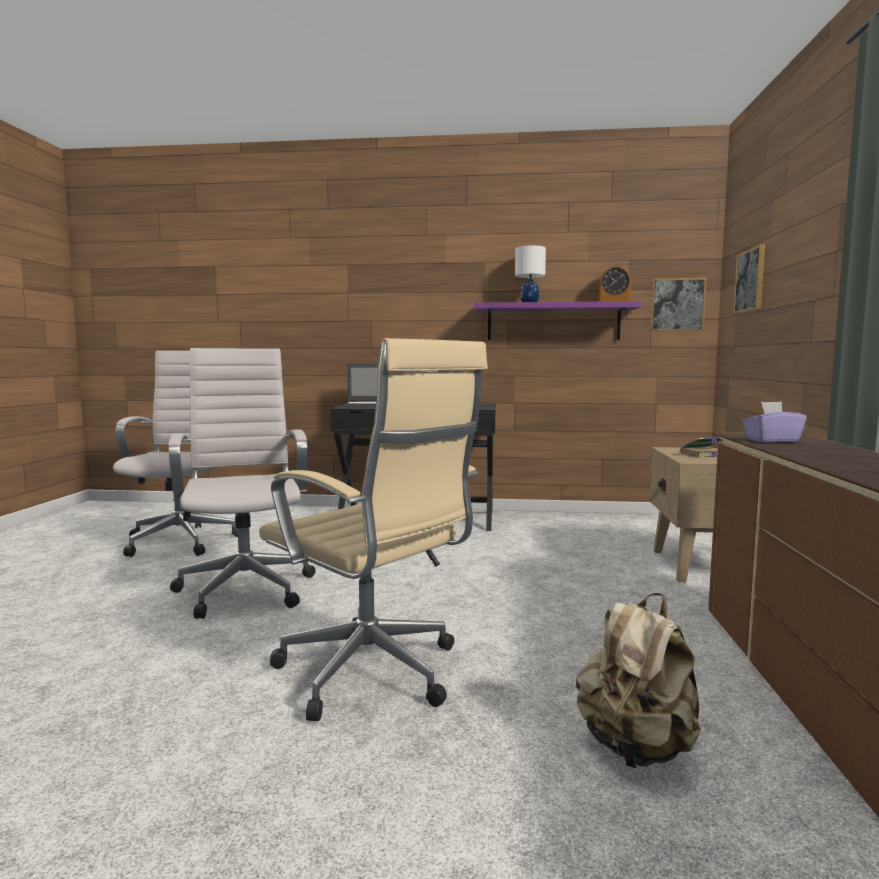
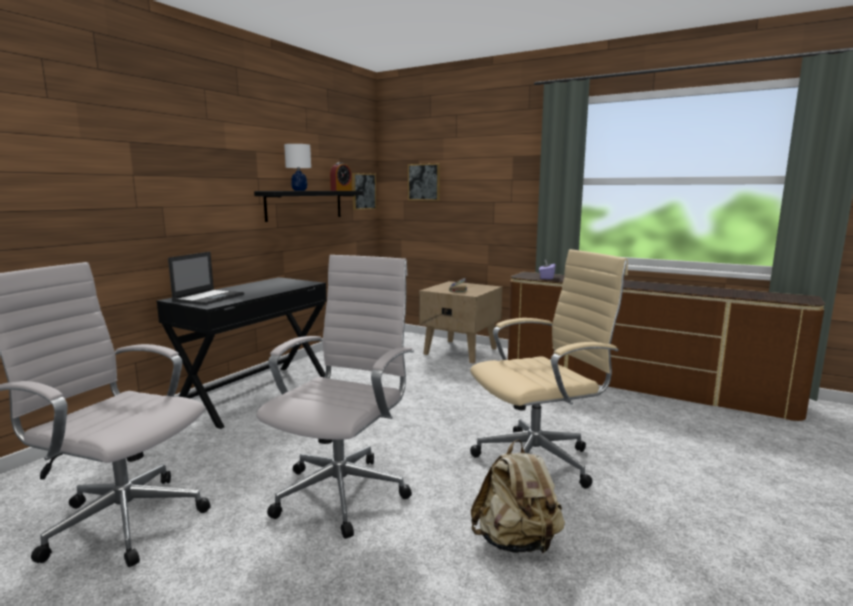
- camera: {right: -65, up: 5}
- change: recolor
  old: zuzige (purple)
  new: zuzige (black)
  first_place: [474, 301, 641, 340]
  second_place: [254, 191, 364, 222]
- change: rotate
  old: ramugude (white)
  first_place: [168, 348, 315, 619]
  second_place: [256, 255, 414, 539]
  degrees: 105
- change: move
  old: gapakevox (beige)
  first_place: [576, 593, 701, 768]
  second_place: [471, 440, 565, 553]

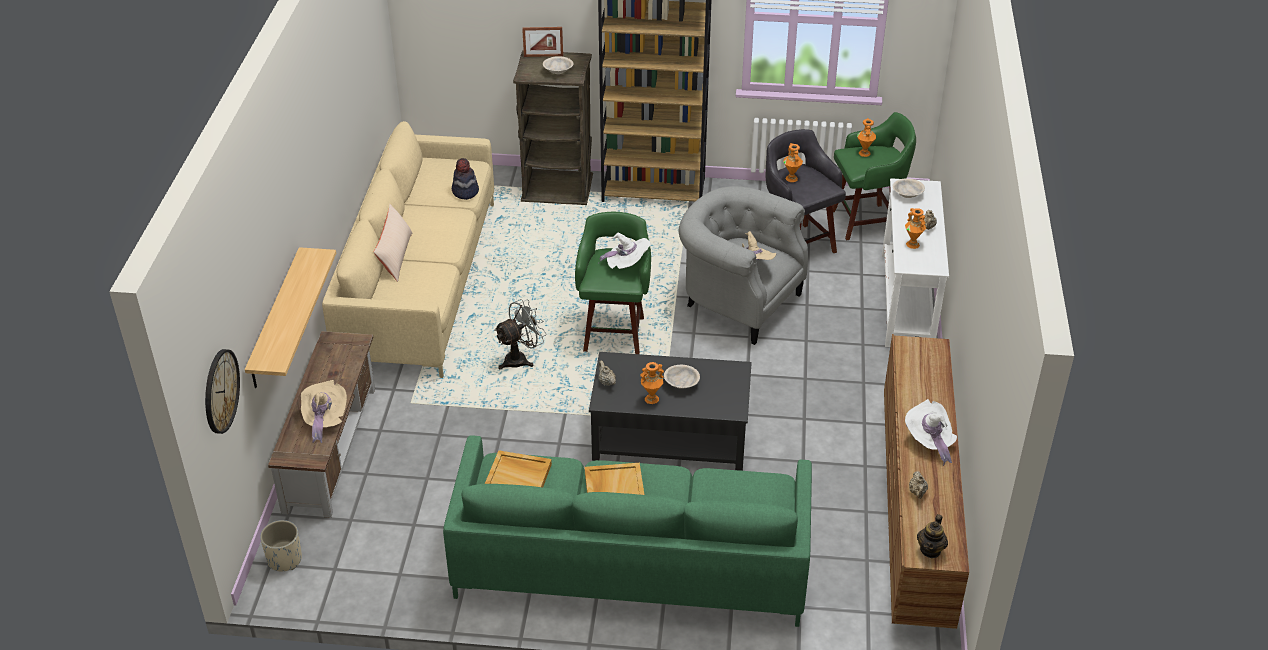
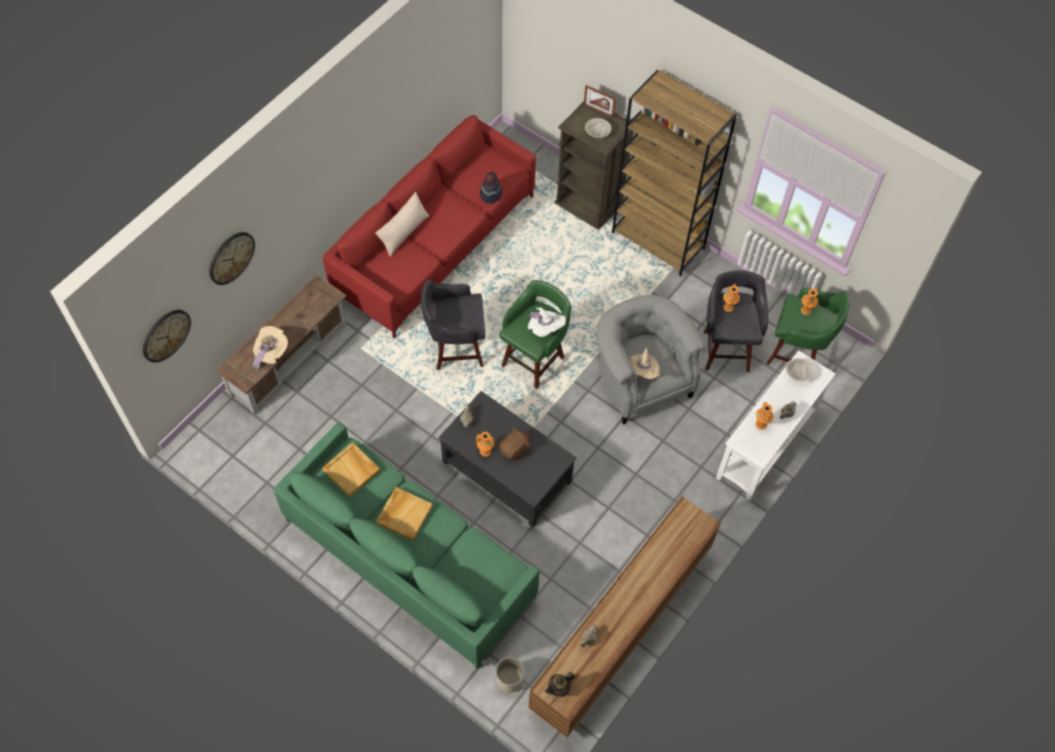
- camera: {right: 30, up: 20}
- change: insert
  new: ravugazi
  second_place: [209, 232, 255, 285]
- change: recolor
  old: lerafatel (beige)
  new: lerafatel (red)
  first_place: [322, 121, 494, 378]
  second_place: [323, 115, 536, 338]
- change: replace
  old: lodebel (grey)
  new: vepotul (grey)
  first_place: [494, 299, 546, 370]
  second_place: [421, 279, 485, 370]
- change: move
  old: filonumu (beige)
  first_place: [260, 520, 302, 571]
  second_place: [496, 657, 525, 693]
- change: replace
  old: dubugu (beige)
  new: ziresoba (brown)
  first_place: [664, 365, 700, 389]
  second_place: [499, 428, 530, 461]
- change: delete
  old: zuzige
  first_place: [245, 247, 336, 388]
- change: delete
  old: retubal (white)
  first_place: [905, 399, 957, 466]

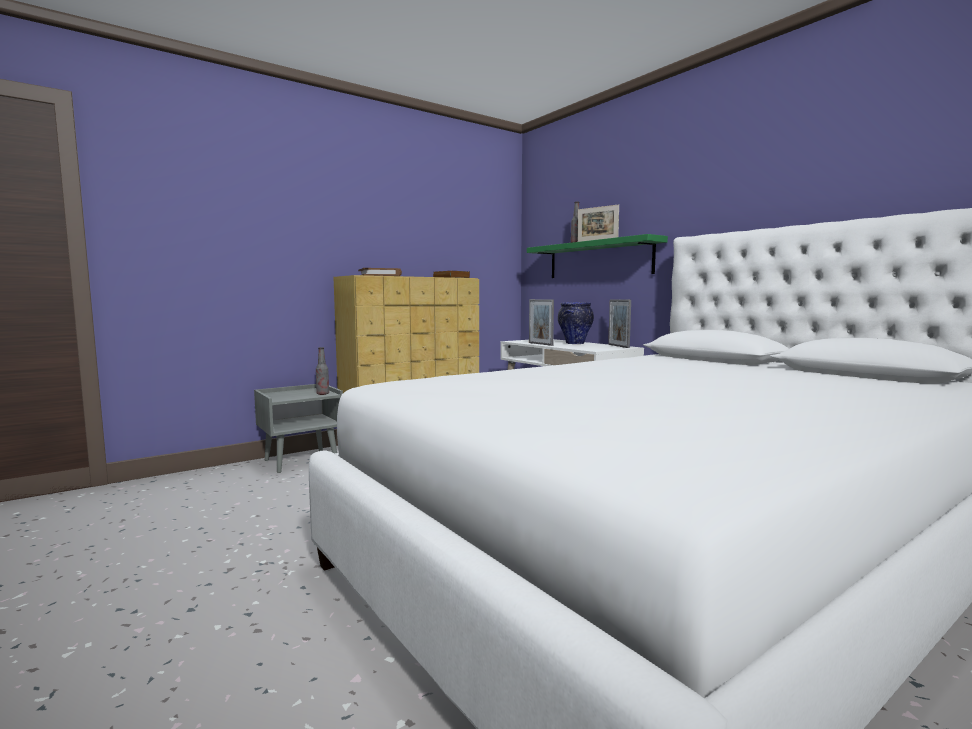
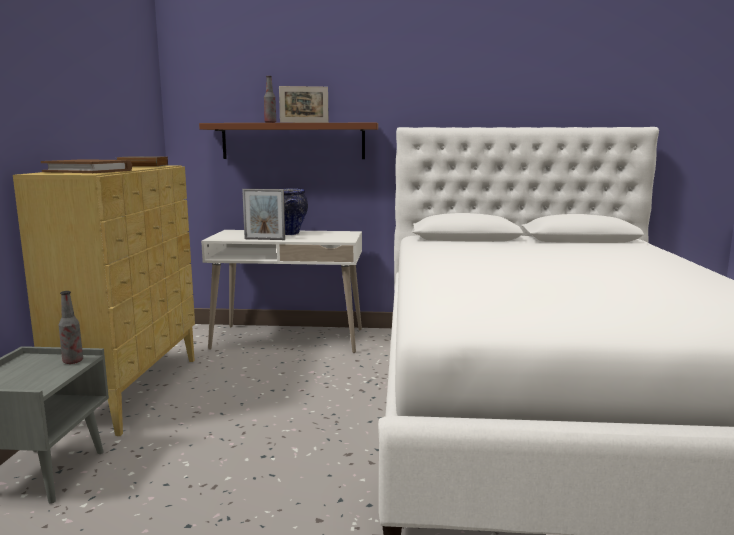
- camera: {right: -50, up: 5}
- change: recolor
  old: zuzige (green)
  new: zuzige (brown)
  first_place: [527, 234, 668, 278]
  second_place: [199, 123, 378, 159]
- change: delete
  old: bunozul
  first_place: [608, 299, 631, 348]

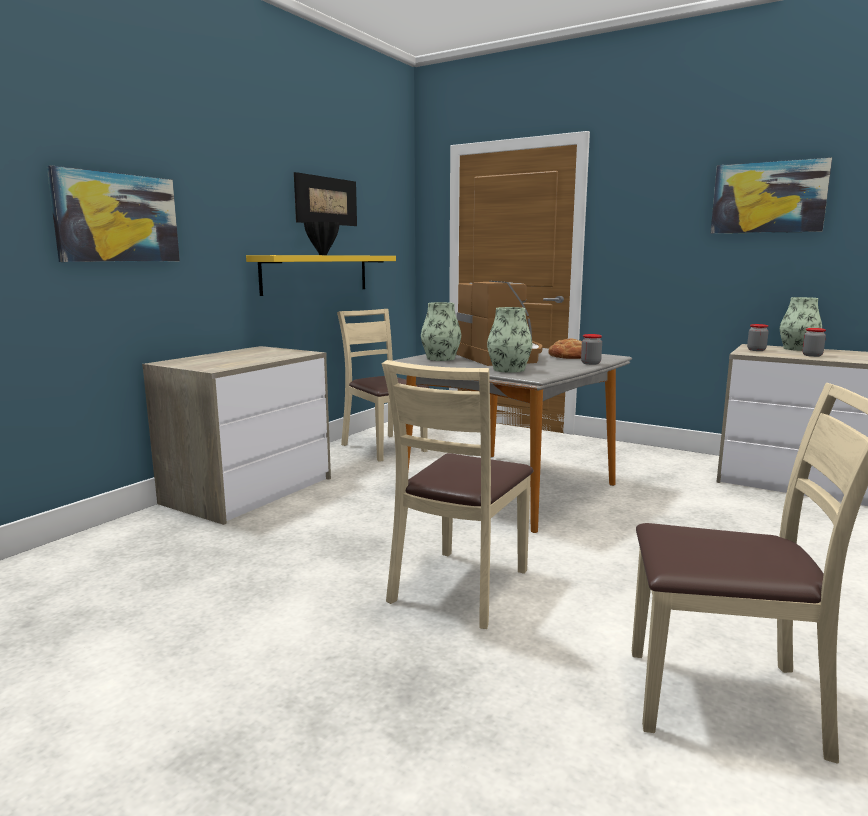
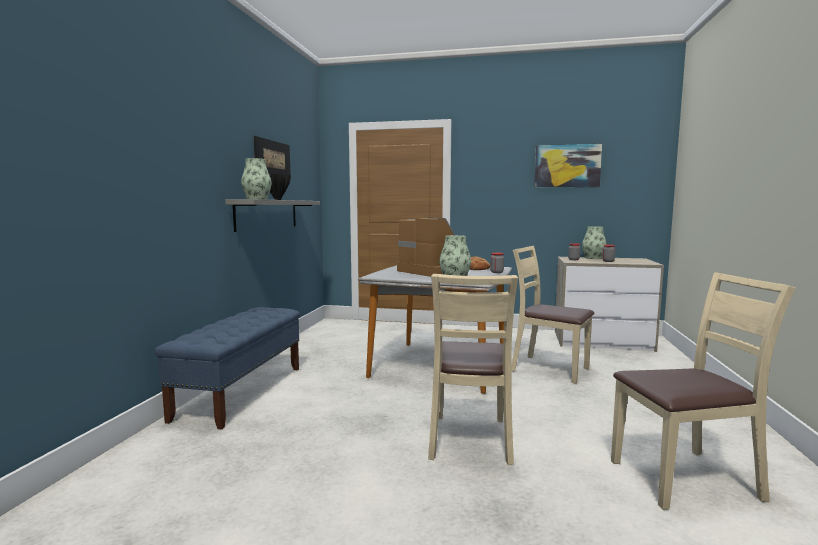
- camera: {right: -20, up: -5}
- change: replace
  old: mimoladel
  new: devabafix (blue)
  first_place: [142, 346, 331, 525]
  second_place: [155, 307, 300, 429]
- change: recolor
  old: zuzige (yellow)
  new: zuzige (grey)
  first_place: [246, 255, 396, 296]
  second_place: [225, 199, 320, 232]
- change: move
  old: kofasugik
  first_place: [421, 302, 461, 361]
  second_place: [241, 158, 271, 200]
- change: move
  old: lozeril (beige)
  first_place: [337, 309, 429, 462]
  second_place: [511, 246, 594, 384]
- change: delete
  old: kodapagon
  first_place: [47, 165, 180, 262]

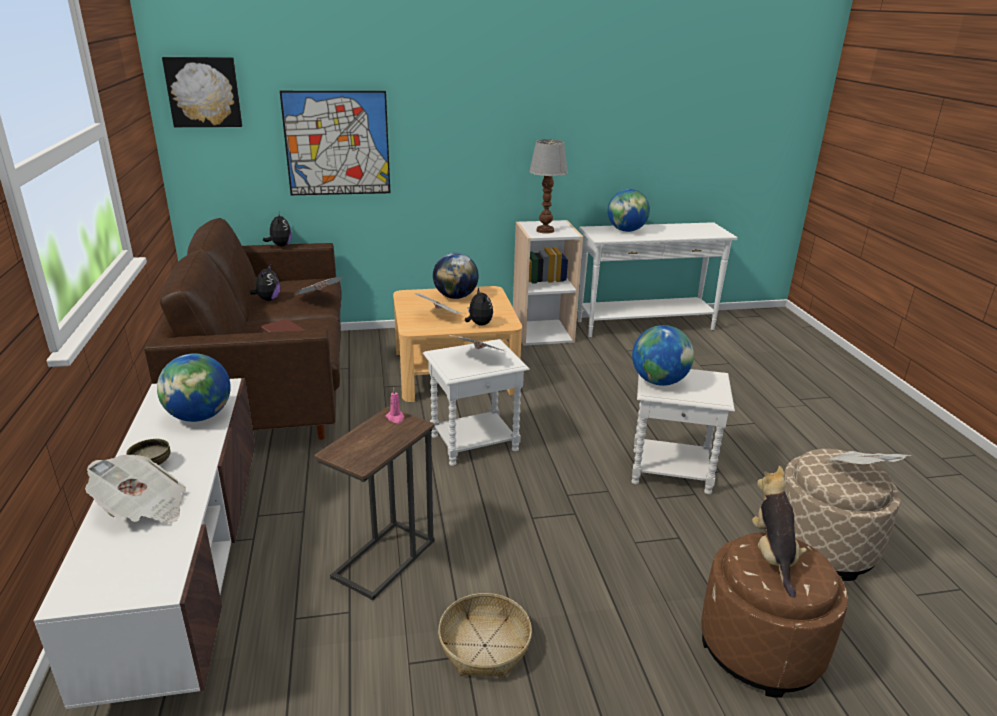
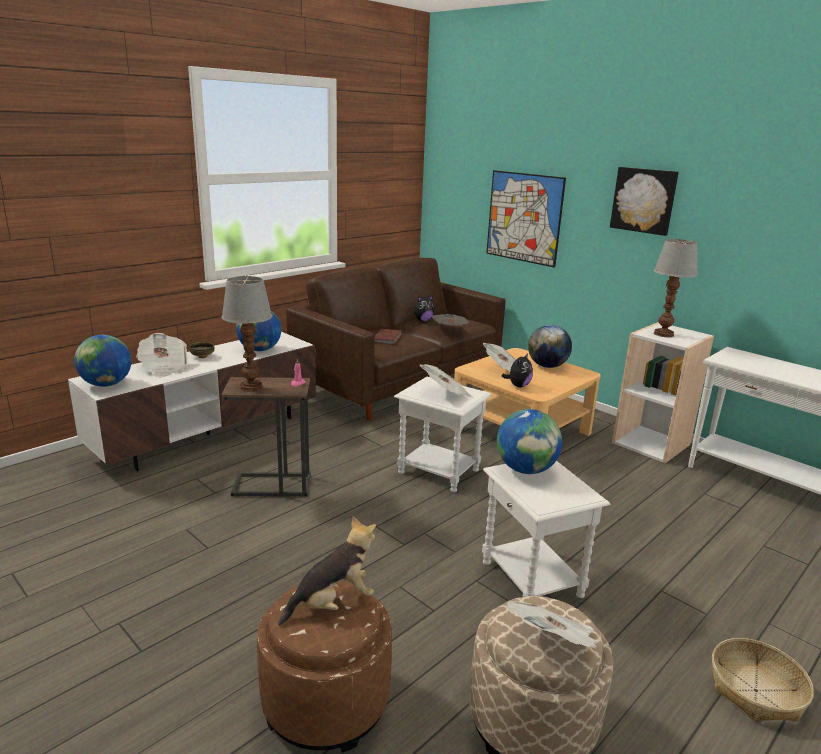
- camera: {right: 55, up: -5}
- change: move
  old: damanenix
  first_place: [608, 189, 650, 232]
  second_place: [74, 335, 131, 387]
- change: insert
  new: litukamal
  second_place: [221, 276, 272, 392]
- change: move
  old: kodapagon
  first_place: [162, 57, 242, 127]
  second_place: [610, 167, 679, 236]
- change: move
  old: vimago
  first_place: [438, 593, 532, 678]
  second_place: [712, 638, 814, 722]
- change: delete
  old: ziresoba
  first_place: [263, 212, 292, 246]

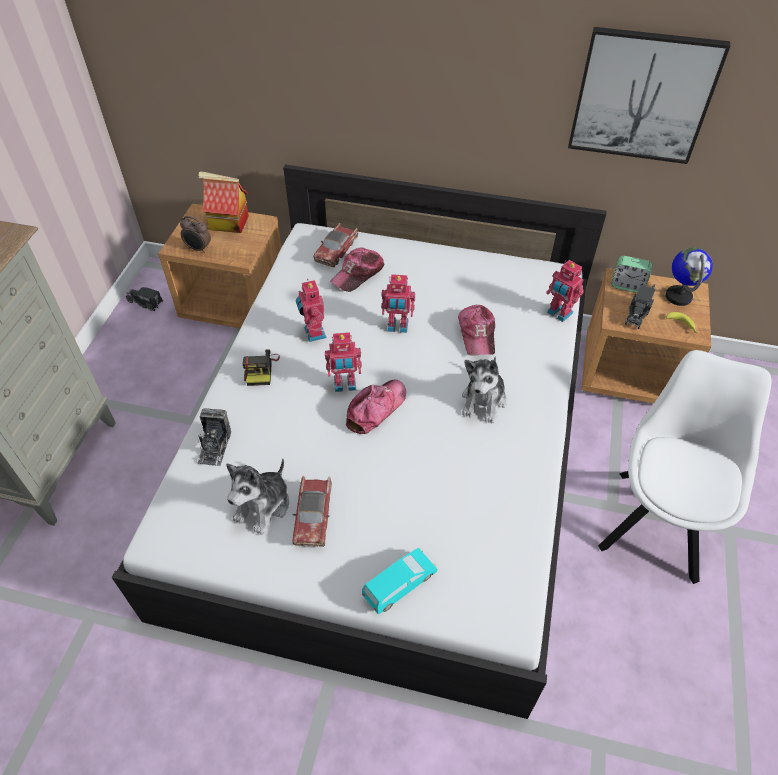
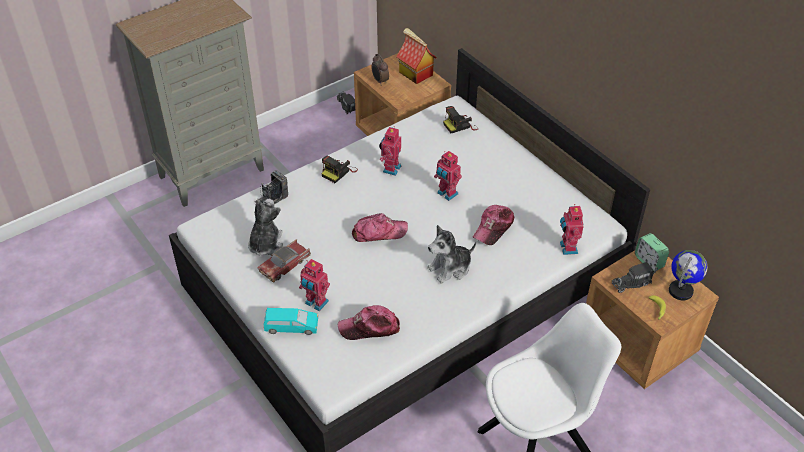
- camera: {right: 40, up: -5}
- change: rotate
  old: ziresoba
  first_place: [226, 459, 289, 535]
  second_place: [248, 199, 283, 255]
  degrees: 120
- change: move
  old: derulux
  first_place: [325, 332, 362, 392]
  second_place: [299, 259, 330, 311]
- change: move
  old: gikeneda
  first_place: [330, 248, 385, 292]
  second_place: [338, 305, 400, 340]
- change: replace
  old: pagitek
  new: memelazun
  first_place: [313, 223, 358, 267]
  second_place: [443, 106, 479, 133]
- change: delete
  old: kodapagon
  first_place: [568, 27, 731, 164]

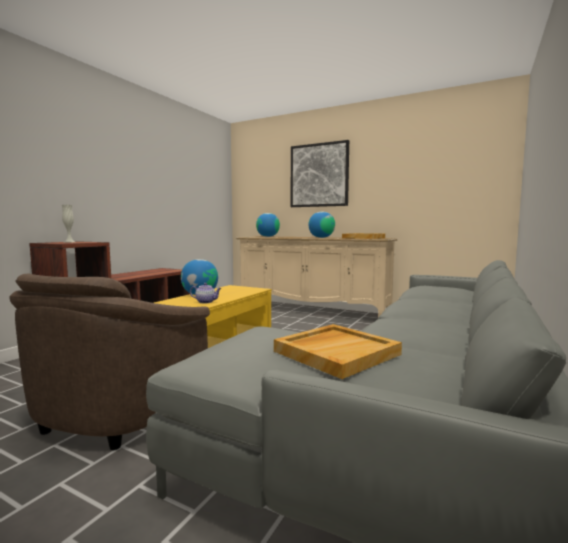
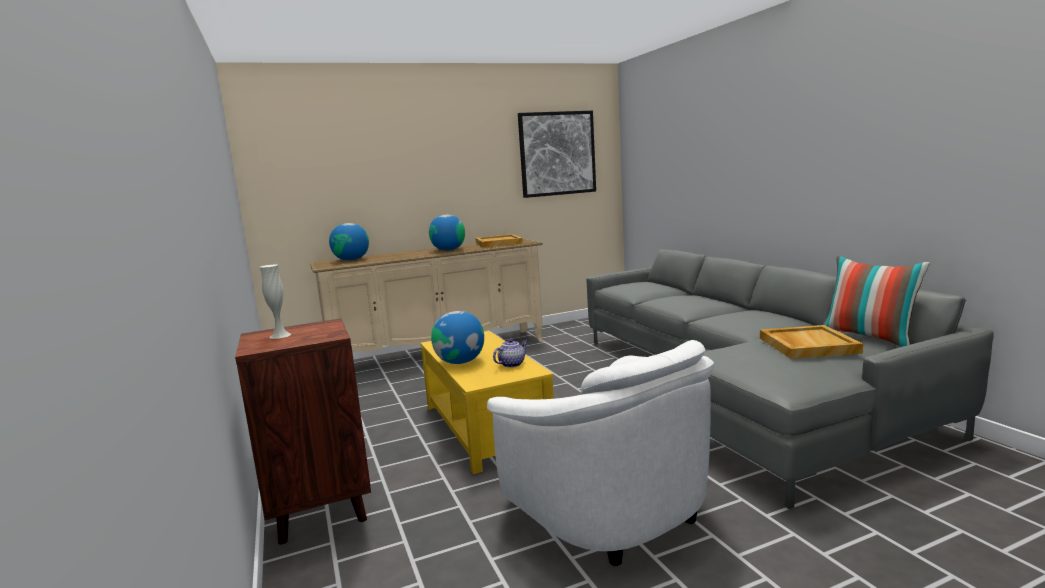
- camera: {right: -50, up: 5}
- change: recolor
  old: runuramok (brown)
  new: runuramok (white)
  first_place: [9, 273, 210, 450]
  second_place: [487, 340, 714, 566]
- change: move
  old: kodapagon
  first_place: [291, 140, 349, 207]
  second_place: [518, 111, 596, 198]
- change: insert
  new: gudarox
  second_place: [823, 256, 930, 347]

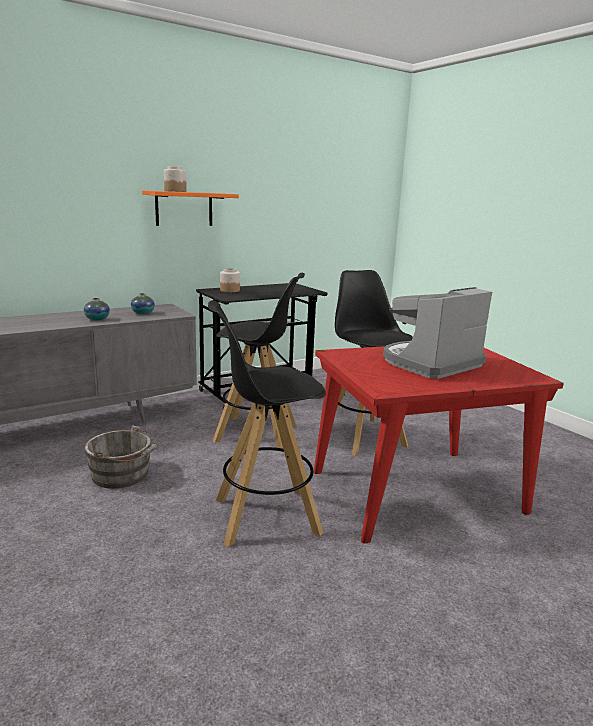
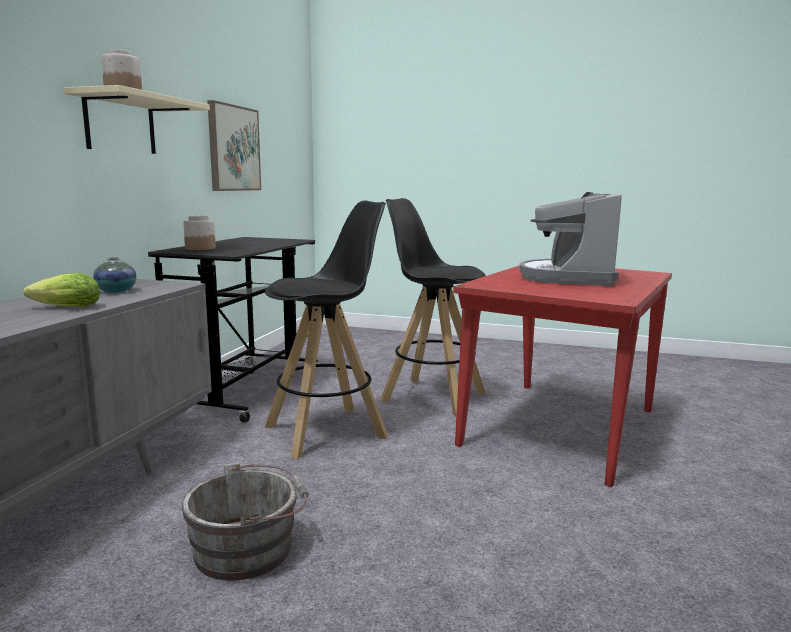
- camera: {right: -40, up: -5}
- change: replace
  old: kofasugik
  new: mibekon
  first_place: [84, 298, 110, 320]
  second_place: [23, 273, 100, 307]
- change: recolor
  old: zuzige (orange)
  new: zuzige (beige)
  first_place: [142, 191, 239, 226]
  second_place: [64, 85, 210, 154]
- change: insert
  new: kodapagon
  second_place: [207, 100, 261, 191]
- change: delete
  old: vepotul (black)
  first_place: [208, 300, 326, 547]

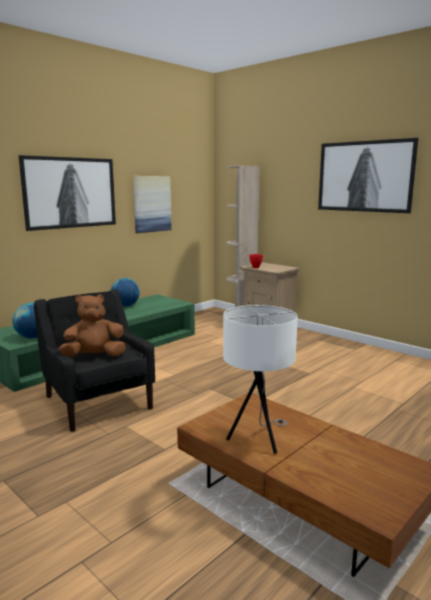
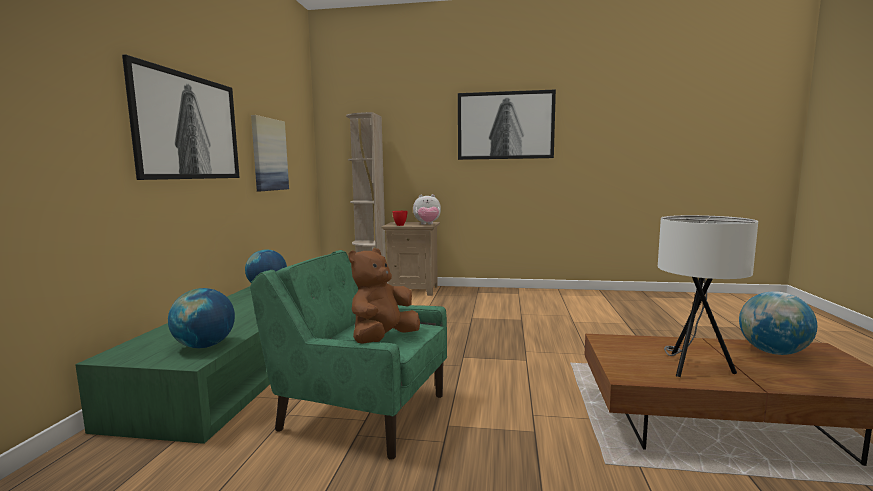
- camera: {right: -35, up: -5}
- change: recolor
  old: runuramok (black)
  new: runuramok (green)
  first_place: [34, 290, 155, 432]
  second_place: [250, 250, 447, 460]
- change: insert
  new: ziresoba
  second_place: [413, 194, 441, 225]
- change: insert
  new: damanenix
  second_place: [739, 291, 817, 355]

